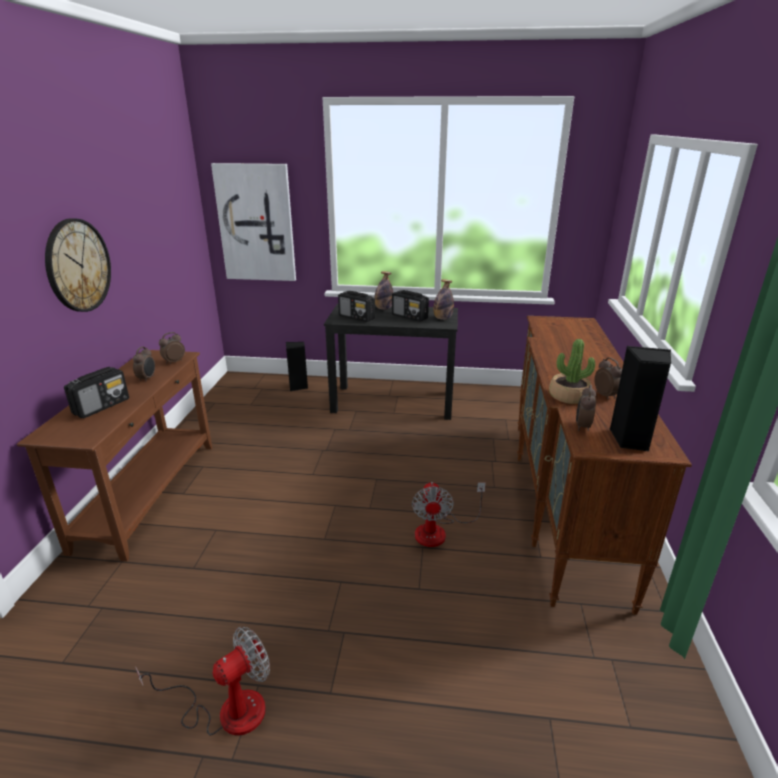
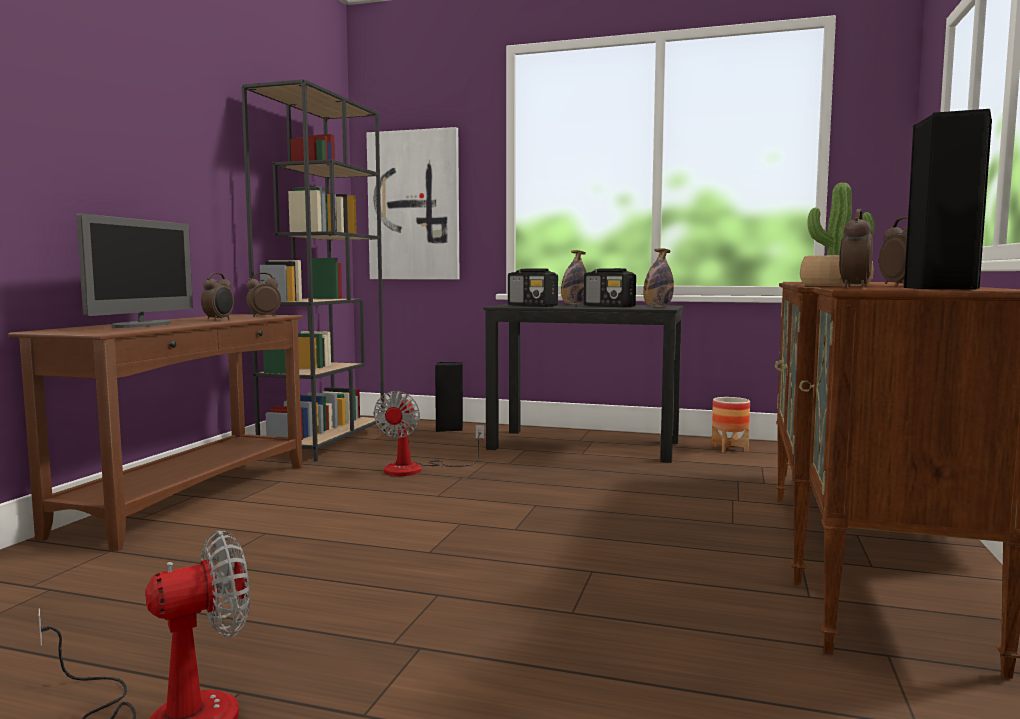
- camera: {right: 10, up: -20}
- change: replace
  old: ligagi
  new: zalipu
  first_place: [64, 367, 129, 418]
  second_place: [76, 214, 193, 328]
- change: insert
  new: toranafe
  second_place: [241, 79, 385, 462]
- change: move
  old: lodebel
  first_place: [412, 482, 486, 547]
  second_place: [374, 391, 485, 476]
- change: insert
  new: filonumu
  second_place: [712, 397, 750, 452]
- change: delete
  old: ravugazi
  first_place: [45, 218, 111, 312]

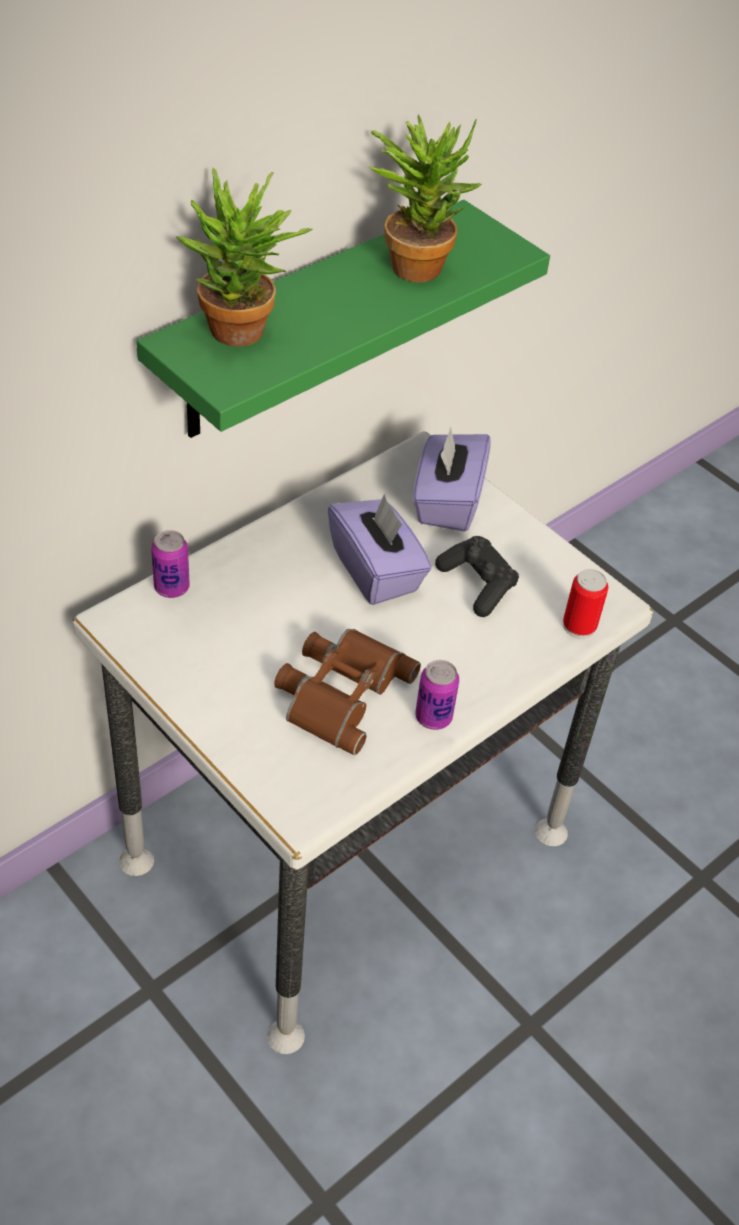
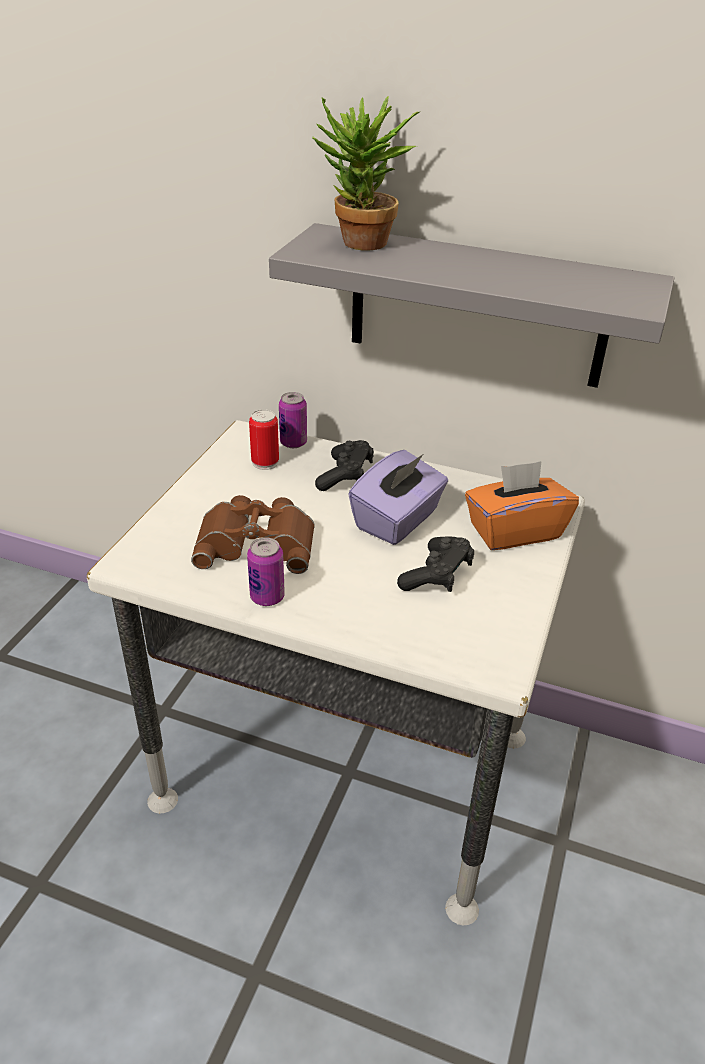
- camera: {right: 65, up: -10}
- change: move
  old: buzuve
  first_place: [563, 569, 608, 639]
  second_place: [249, 409, 279, 470]
- change: recolor
  old: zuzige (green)
  new: zuzige (grey)
  first_place: [136, 200, 550, 438]
  second_place: [269, 223, 675, 388]
- change: insert
  new: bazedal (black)
  second_place: [315, 440, 374, 491]
- change: recolor
  old: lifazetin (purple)
  new: lifazetin (orange)
  first_place: [413, 426, 491, 532]
  second_place: [465, 461, 579, 550]
- change: delete
  old: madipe
  first_place: [368, 115, 482, 282]

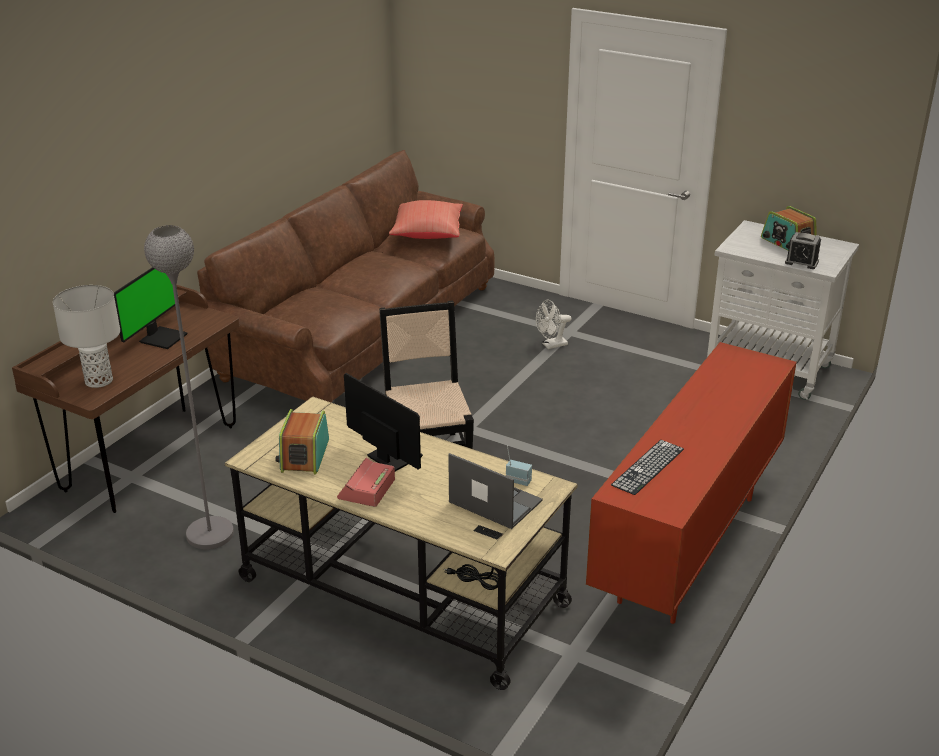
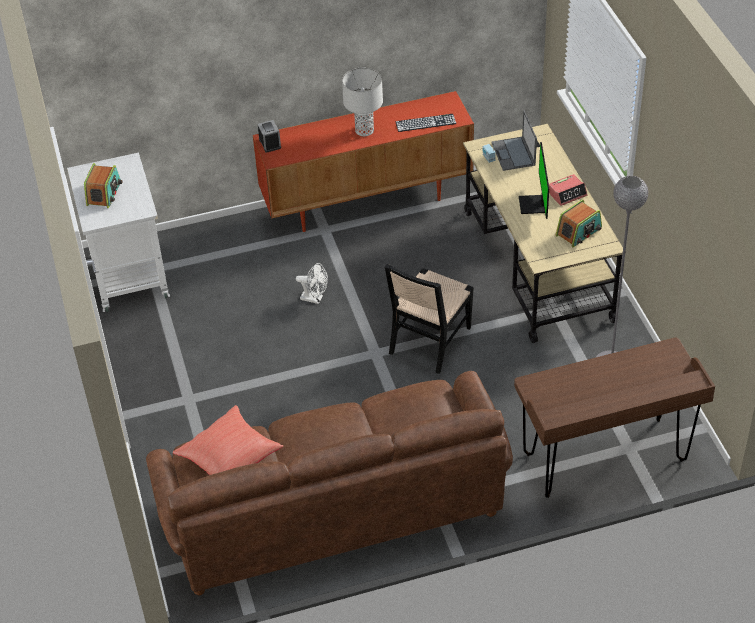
- camera: {right: -135, up: 15}
- change: move
  old: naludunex
  first_place: [785, 232, 821, 269]
  second_place: [257, 120, 281, 153]
- change: move
  old: lodebel (white)
  first_place: [536, 300, 571, 349]
  second_place: [296, 263, 328, 304]
- change: move
  old: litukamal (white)
  first_place: [53, 285, 120, 388]
  second_place: [342, 68, 383, 136]
- change: delete
  old: zalipu
  first_place: [114, 267, 188, 349]

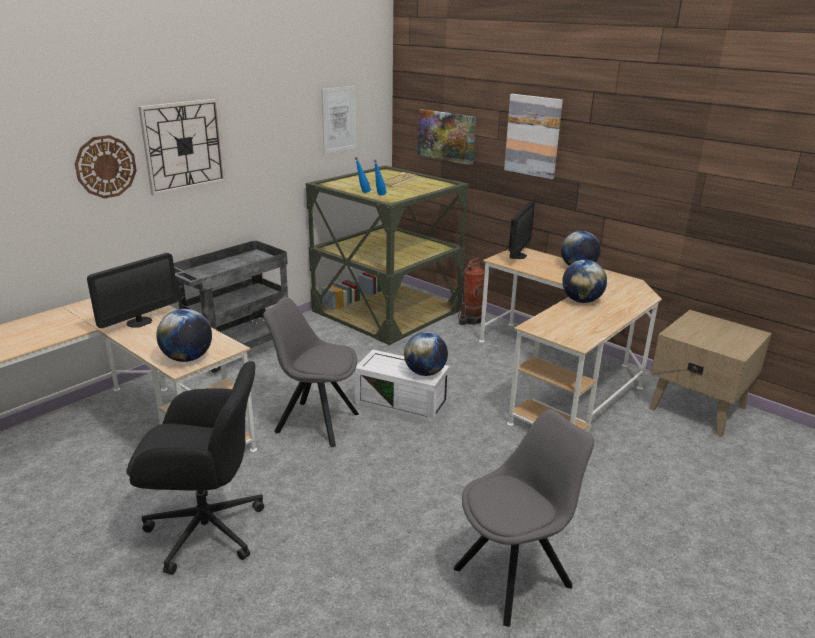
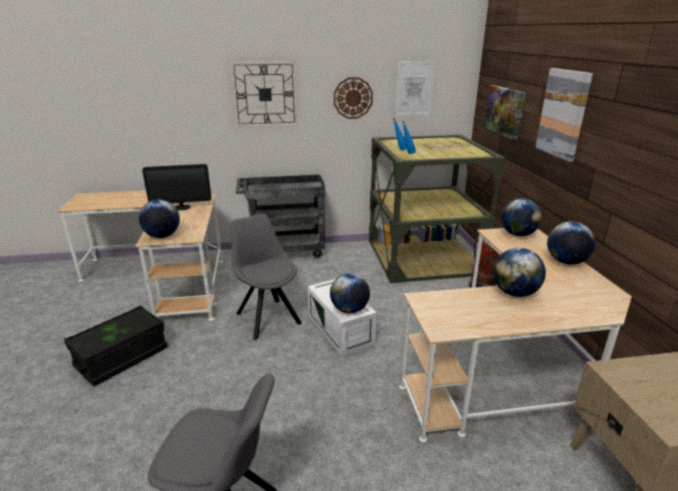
- camera: {right: 40, up: 0}
- change: replace
  old: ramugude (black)
  new: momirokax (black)
  first_place: [126, 361, 264, 575]
  second_place: [64, 305, 168, 386]
- change: move
  old: ravugazi
  first_place: [75, 135, 137, 199]
  second_place: [334, 77, 373, 119]
- change: replace
  old: zalipu
  new: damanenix
  first_place: [509, 201, 535, 259]
  second_place: [501, 198, 542, 236]

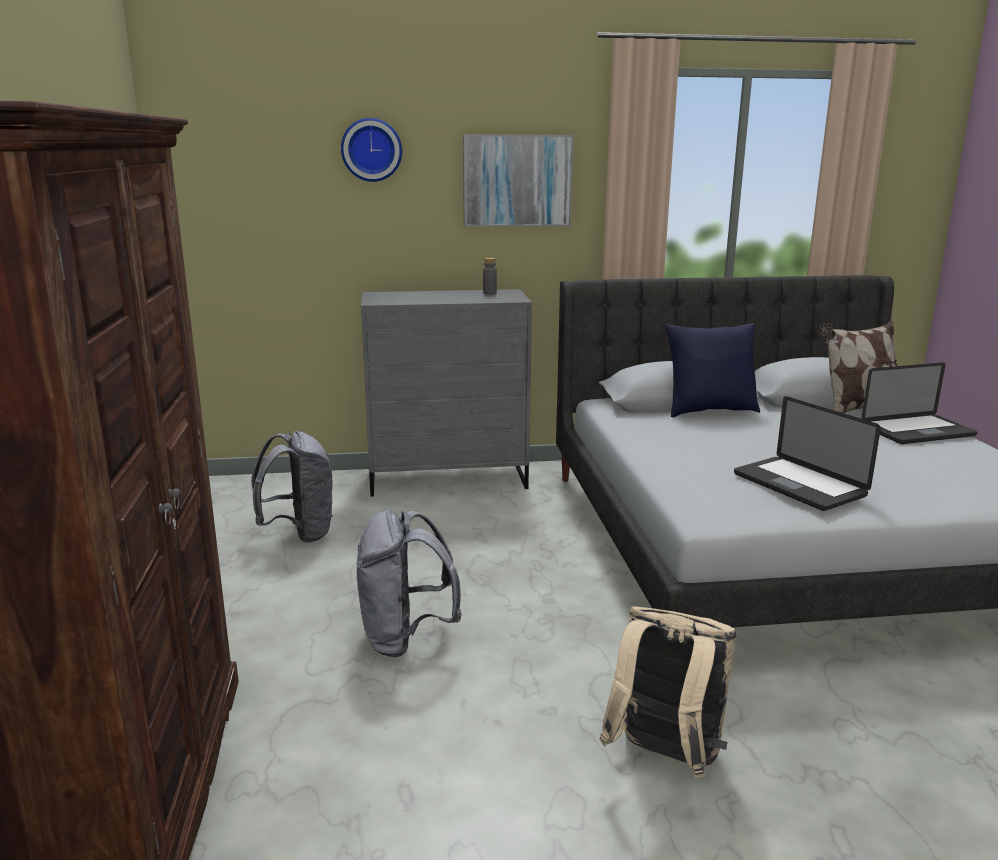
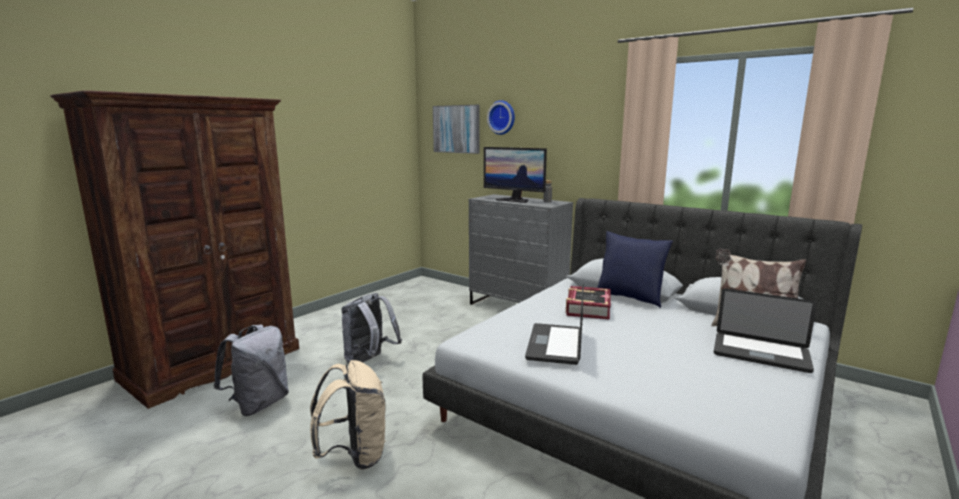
- camera: {right: 45, up: -5}
- change: move
  old: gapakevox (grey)
  first_place: [251, 431, 333, 543]
  second_place: [213, 324, 289, 416]
- change: move
  old: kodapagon
  first_place: [463, 134, 573, 227]
  second_place: [433, 105, 479, 154]
- change: insert
  new: zalipu
  second_place: [484, 147, 547, 203]
- change: insert
  new: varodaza
  second_place: [566, 286, 611, 320]

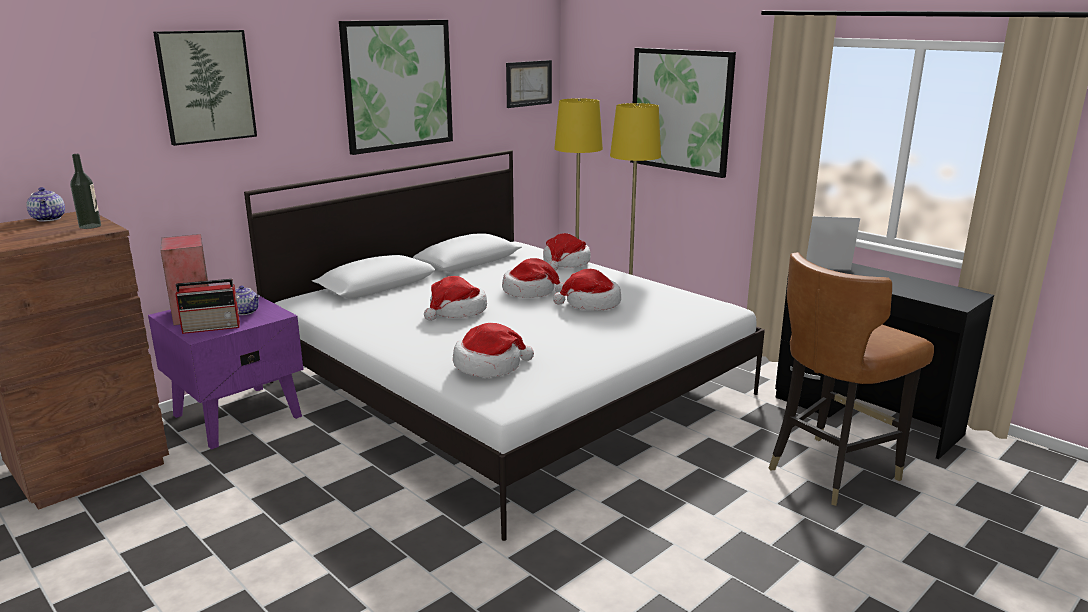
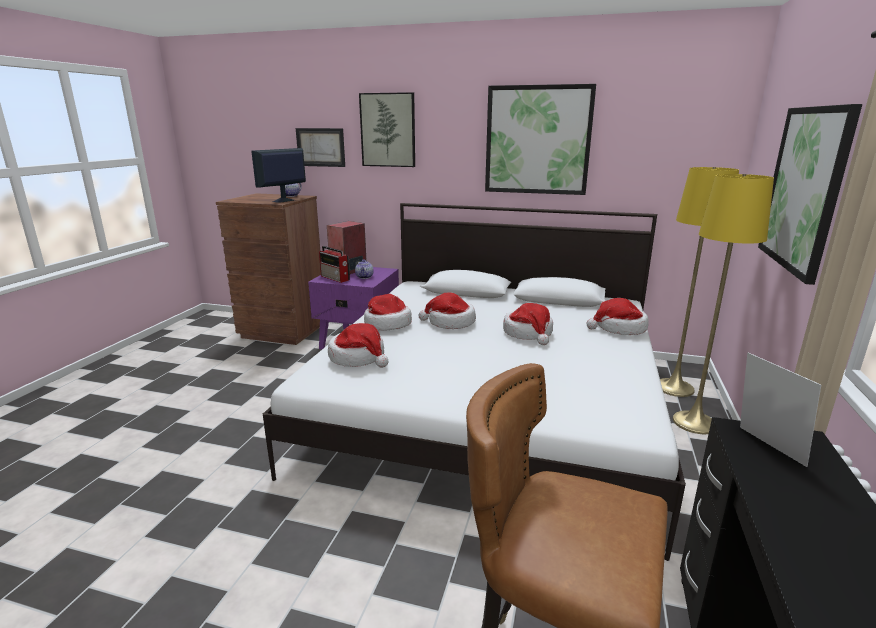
- camera: {right: 60, up: 0}
- change: replace
  old: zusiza
  new: zalipu
  first_place: [70, 154, 101, 229]
  second_place: [251, 148, 306, 203]
- change: move
  old: kodapagon
  first_place: [506, 60, 552, 108]
  second_place: [296, 128, 345, 167]
- change: move
  old: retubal
  first_place: [553, 269, 621, 311]
  second_place: [364, 294, 412, 331]

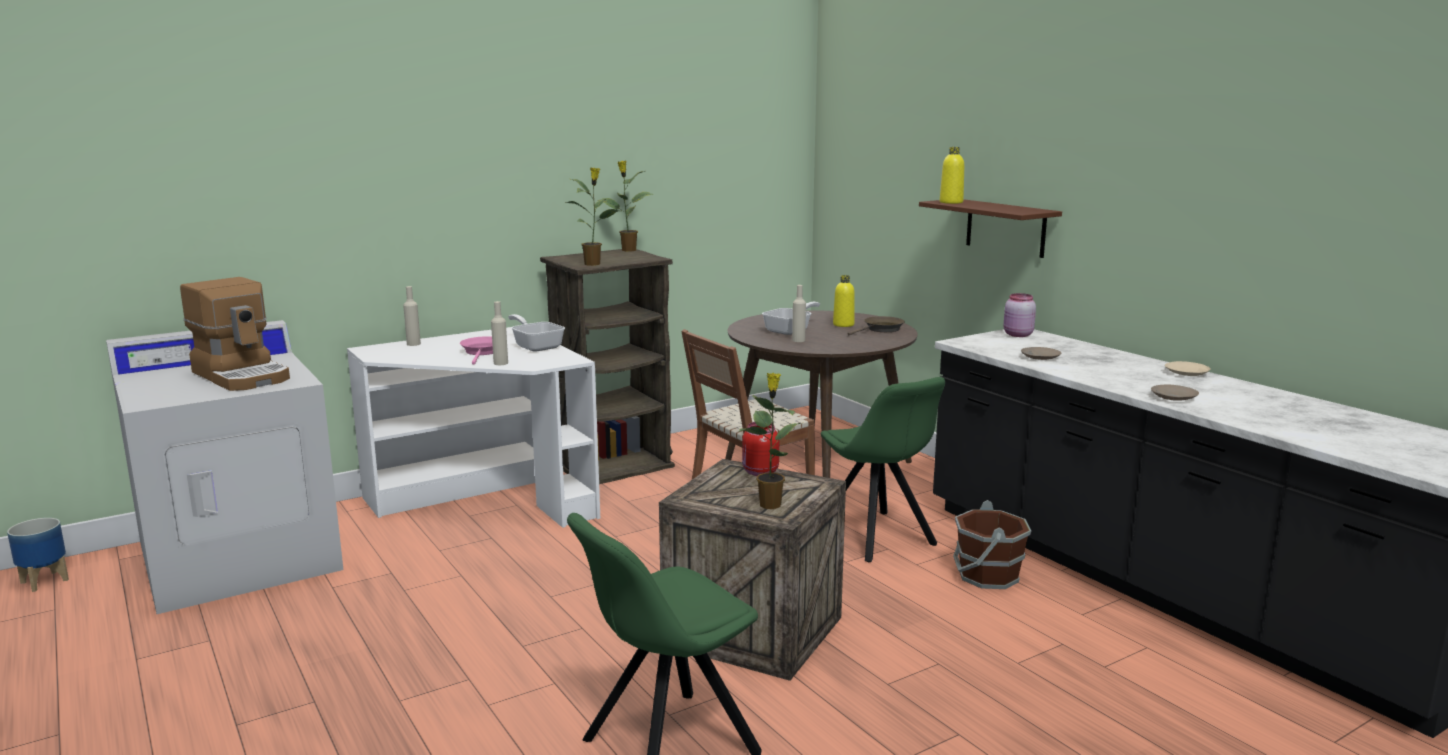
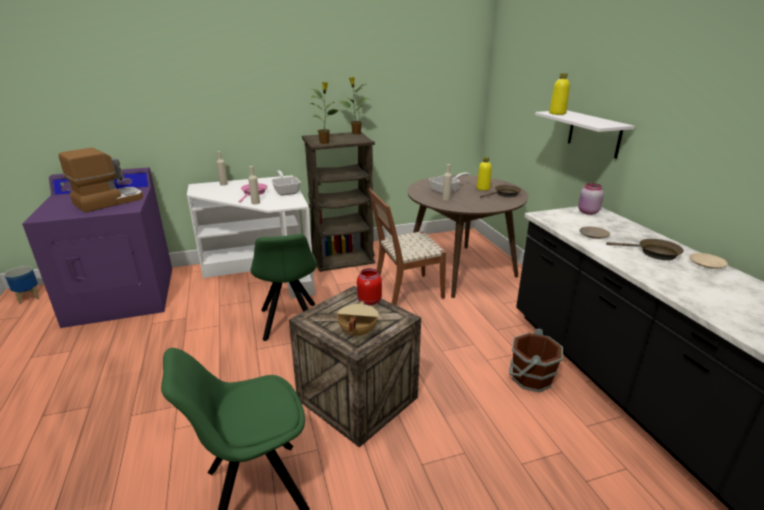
- camera: {right: 15, up: 10}
- change: recolor
  old: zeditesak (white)
  new: zeditesak (purple)
  first_place: [106, 320, 343, 614]
  second_place: [22, 167, 172, 328]
- change: rotate
  old: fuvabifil
  first_place: [180, 277, 290, 391]
  second_place: [59, 148, 143, 213]
  degrees: -105
- change: move
  old: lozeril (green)
  first_place: [821, 377, 945, 562]
  second_place: [250, 234, 317, 341]
- change: replace
  old: madipe
  new: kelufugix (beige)
  first_place: [738, 373, 801, 509]
  second_place: [337, 301, 379, 338]
- change: recolor
  old: zuzige (brown)
  new: zuzige (white)
  first_place: [919, 199, 1062, 258]
  second_place: [535, 110, 635, 159]
- change: insert
  new: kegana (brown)
  second_place: [606, 239, 684, 260]
- change: delete
  old: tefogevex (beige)
  first_place: [1151, 385, 1199, 400]

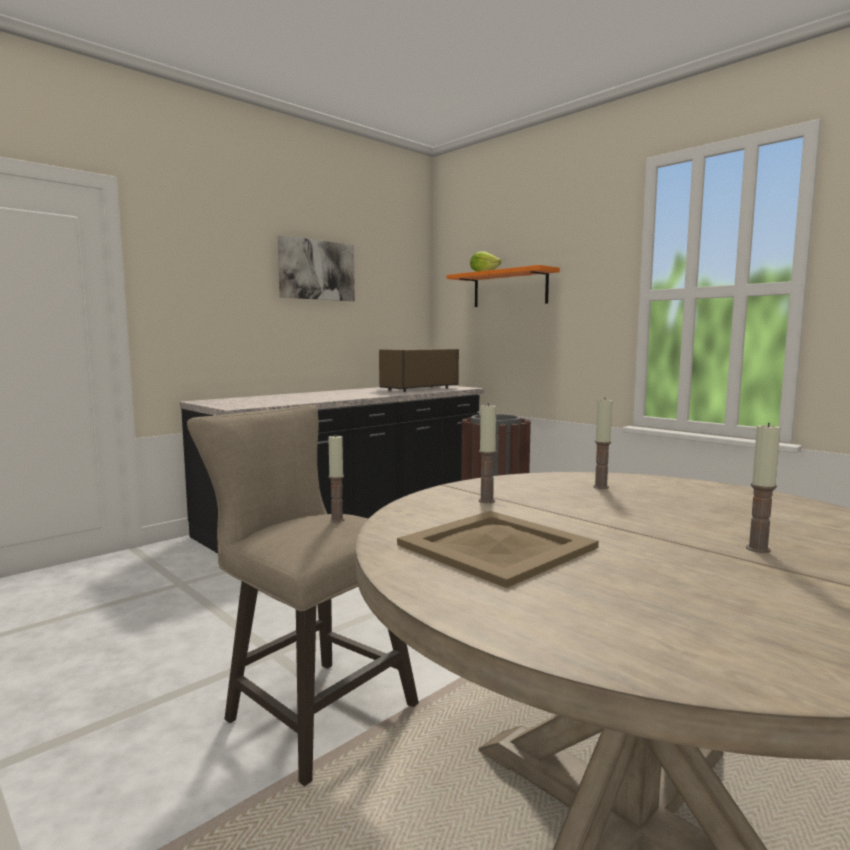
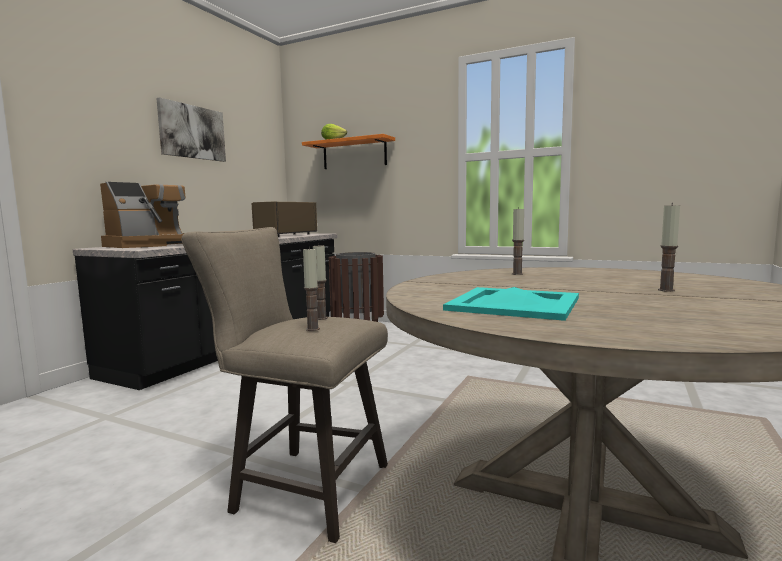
- camera: {right: -20, up: 0}
- change: insert
  new: fuvabifil
  second_place: [100, 182, 185, 248]
- change: move
  old: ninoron
  first_place: [479, 403, 496, 503]
  second_place: [303, 247, 320, 331]
- change: recolor
  old: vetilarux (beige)
  new: vetilarux (turquoise)
  first_place: [397, 511, 599, 588]
  second_place: [443, 287, 579, 321]

